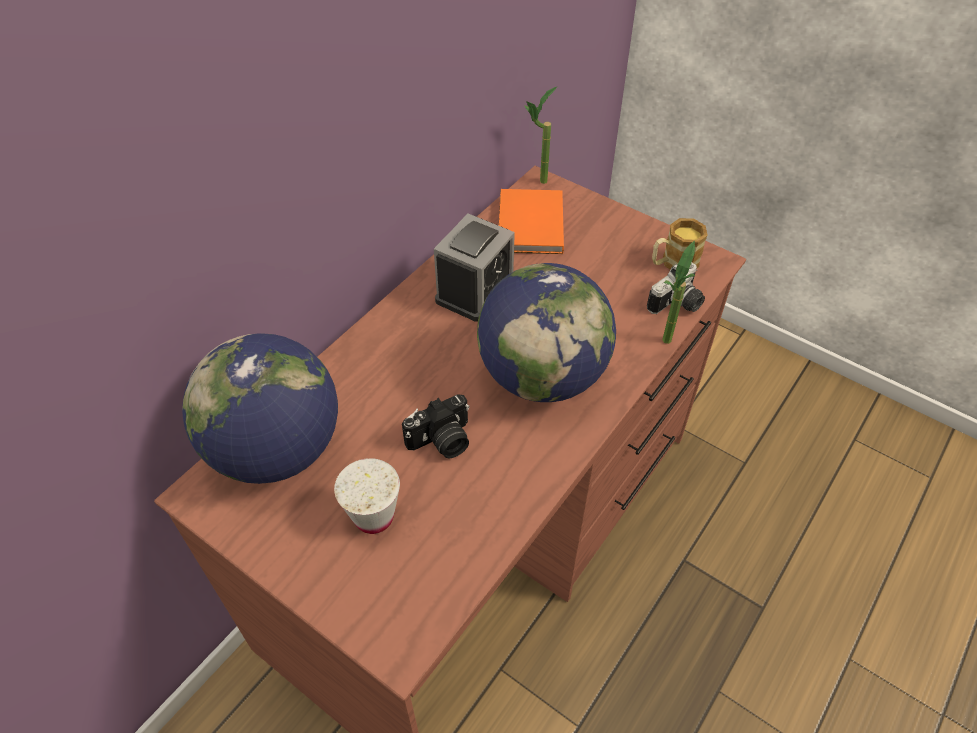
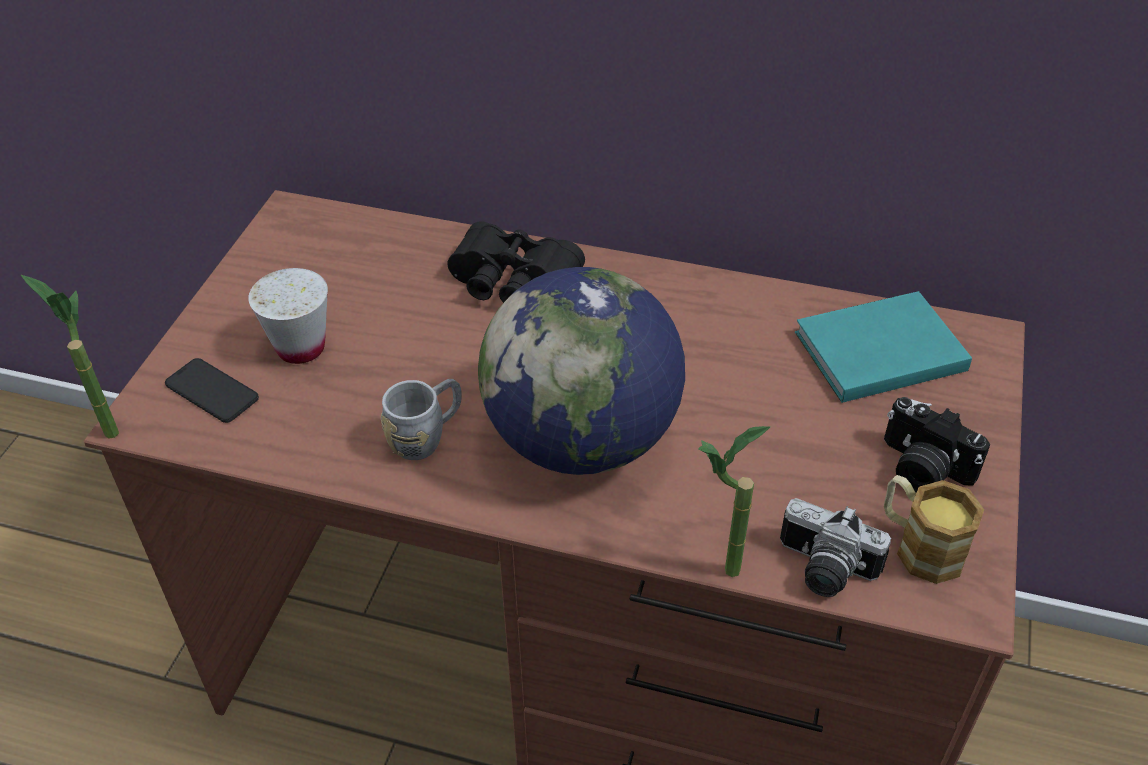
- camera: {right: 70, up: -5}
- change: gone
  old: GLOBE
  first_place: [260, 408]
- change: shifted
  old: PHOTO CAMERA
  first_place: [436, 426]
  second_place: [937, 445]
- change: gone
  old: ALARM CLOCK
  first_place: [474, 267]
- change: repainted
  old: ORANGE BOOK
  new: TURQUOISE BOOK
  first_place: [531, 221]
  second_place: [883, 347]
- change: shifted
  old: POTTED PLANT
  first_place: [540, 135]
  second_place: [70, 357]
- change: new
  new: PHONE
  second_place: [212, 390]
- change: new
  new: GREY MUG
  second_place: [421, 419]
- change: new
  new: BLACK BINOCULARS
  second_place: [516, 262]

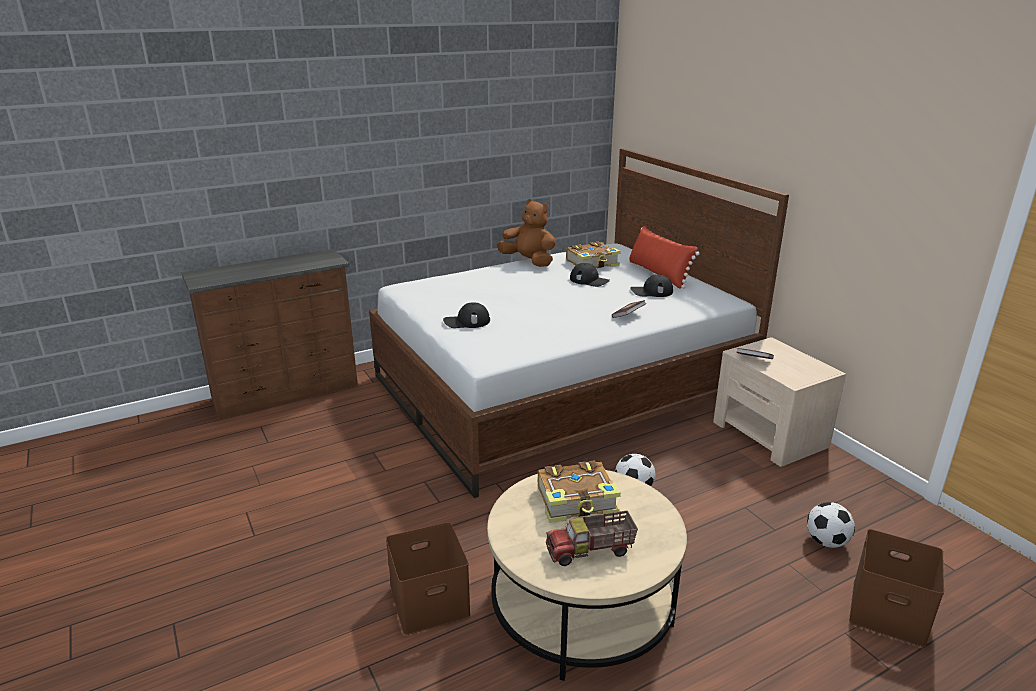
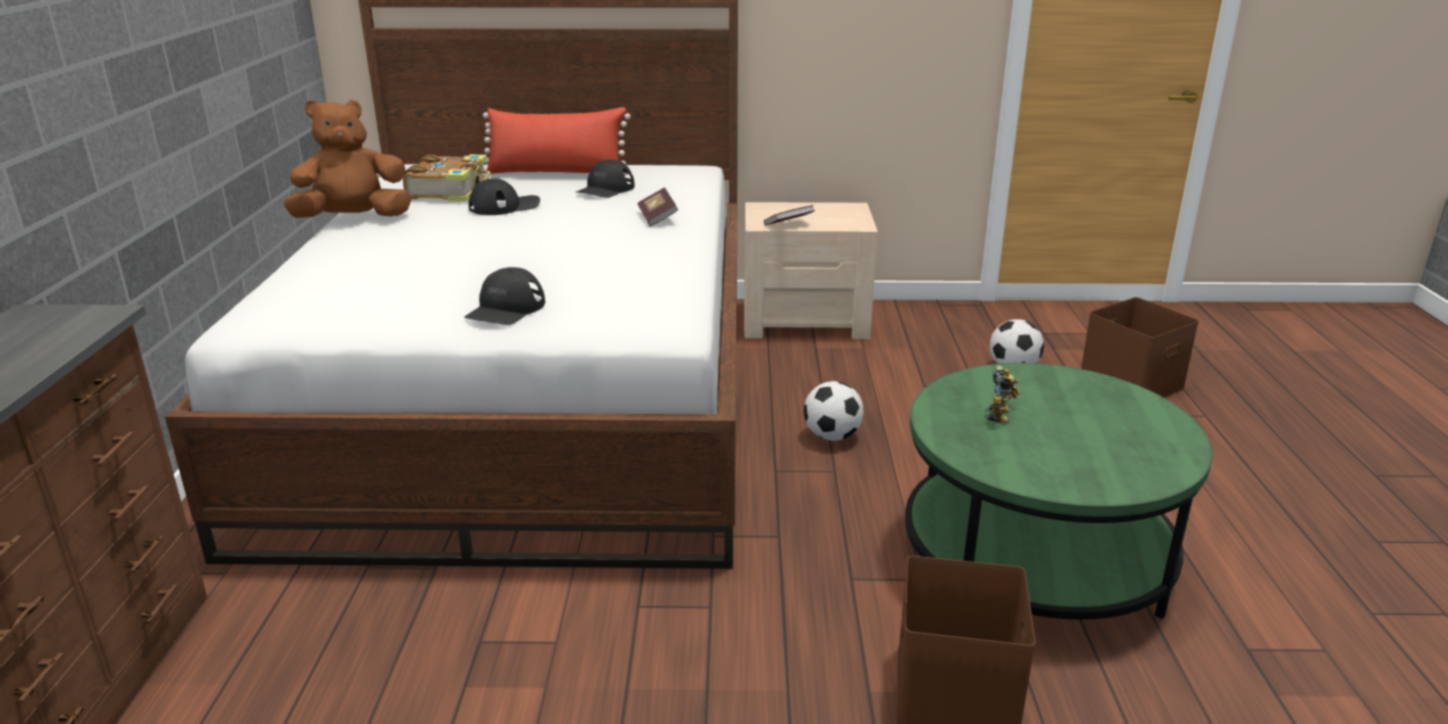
- camera: {right: -60, up: 0}
- change: repainted
  old: BEIGE COFFEE TABLE
  new: GREEN COFFEE TABLE
  first_place: [587, 575]
  second_place: [1059, 491]
- change: swapped
  old: BOOK
  new: TOY ROBOT
  first_place: [579, 492]
  second_place: [1003, 394]
- change: gone
  old: TOY TRUCK
  first_place: [592, 538]

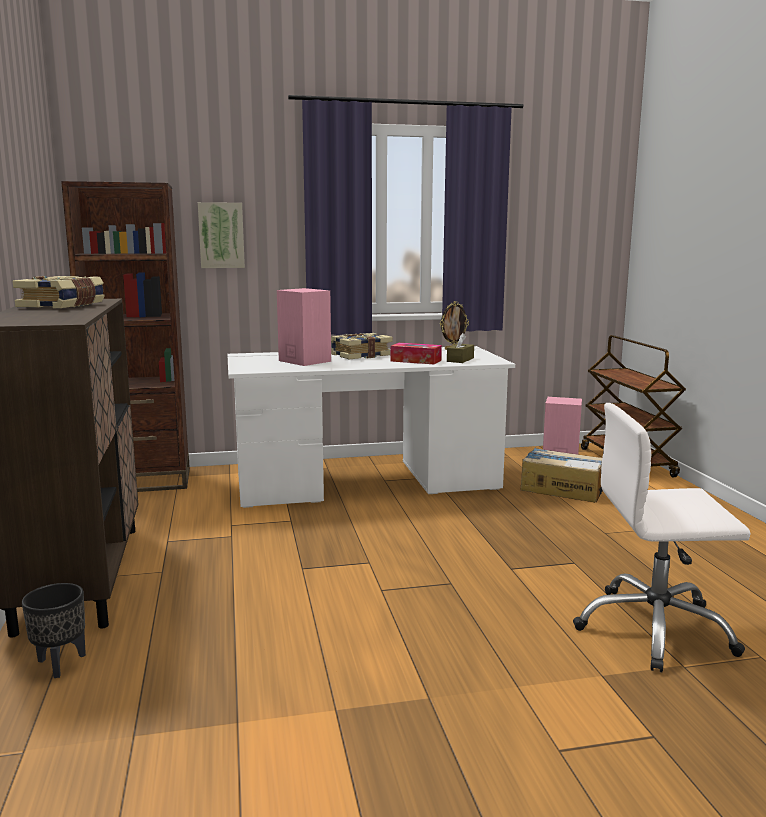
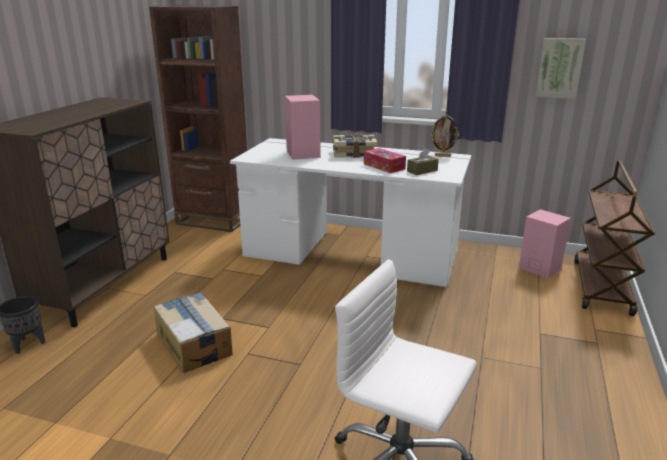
- camera: {right: 30, up: 10}
- change: gone
  old: BOOK
  first_place: [59, 292]
- change: shifted
  old: PICTURE
  first_place: [221, 235]
  second_place: [560, 68]
- change: shifted
  old: CARDBOARD BOX
  first_place: [562, 475]
  second_place: [193, 332]

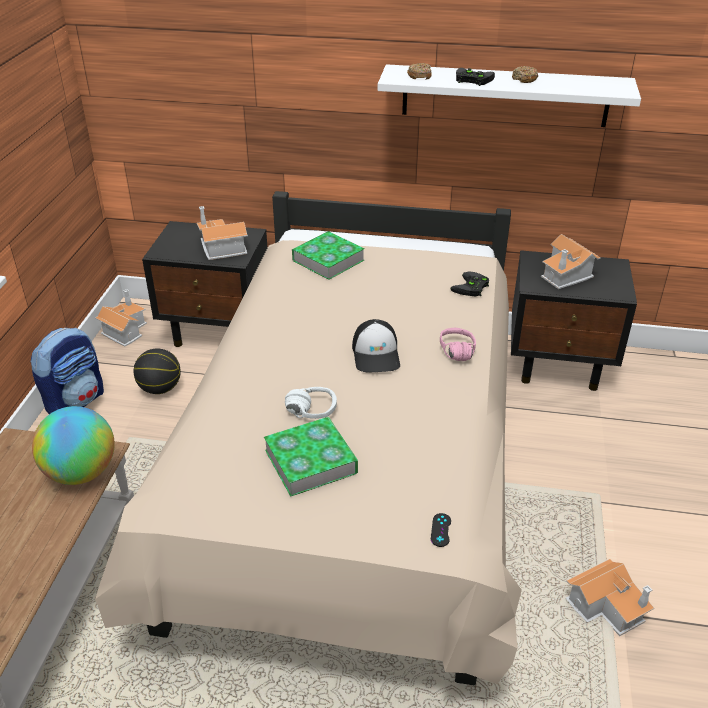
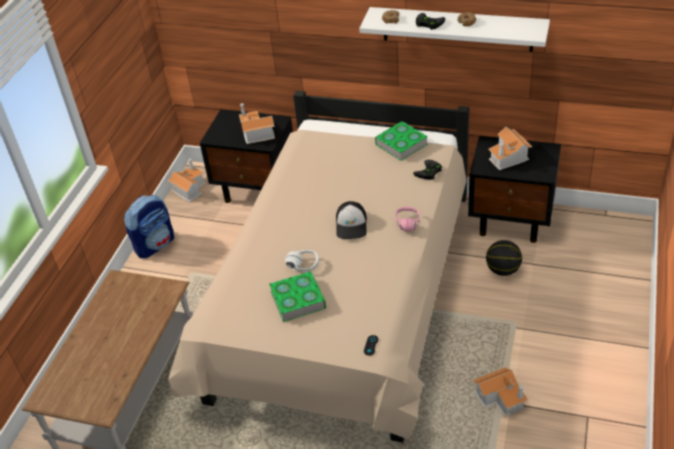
- camera: {right: 10, up: 5}
- change: gone
  old: GLOBE
  first_place: [73, 445]
- change: shifted
  old: BASKETBALL
  first_place: [157, 371]
  second_place: [504, 258]
- change: shifted
  old: BOOK
  first_place: [328, 255]
  second_place: [401, 141]

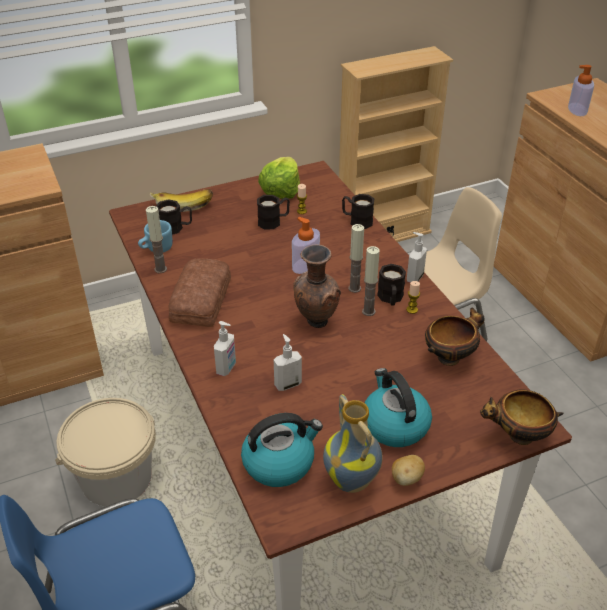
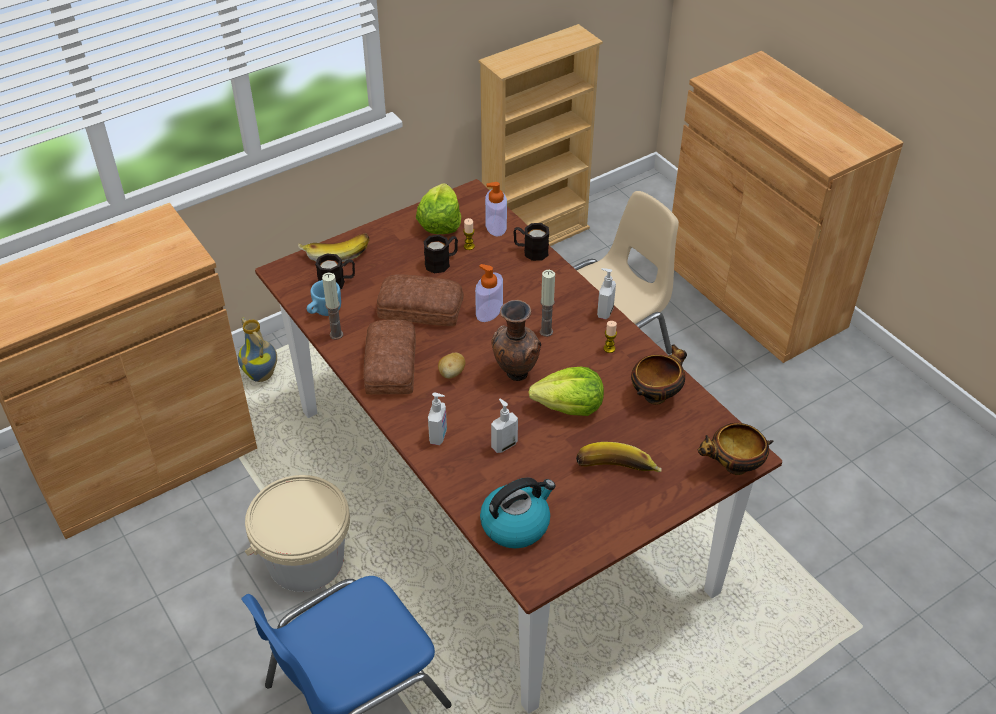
- camera: {right: -10, up: 5}
- change: shifted
  old: VASE
  first_place: [353, 443]
  second_place: [257, 349]
- change: gone
  old: CANDLE
  first_place: [371, 281]
- change: swapped
  old: KETTLE
  new: BANANA
  first_place: [398, 407]
  second_place: [619, 457]
- change: gone
  old: BLACK MUG
  first_place: [391, 285]
- change: shifted
  old: POTATO
  first_place: [408, 470]
  second_place: [451, 366]
- change: shifted
  old: SOAP DISPENSER
  first_place: [581, 90]
  second_place: [496, 209]
- change: new
  new: BREAD
  second_place: [420, 300]
- change: new
  new: LETTUCE
  second_place: [566, 391]

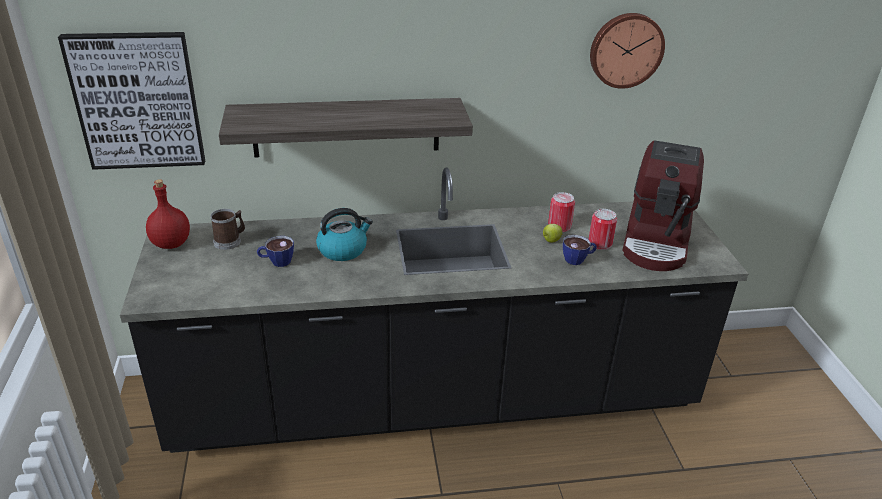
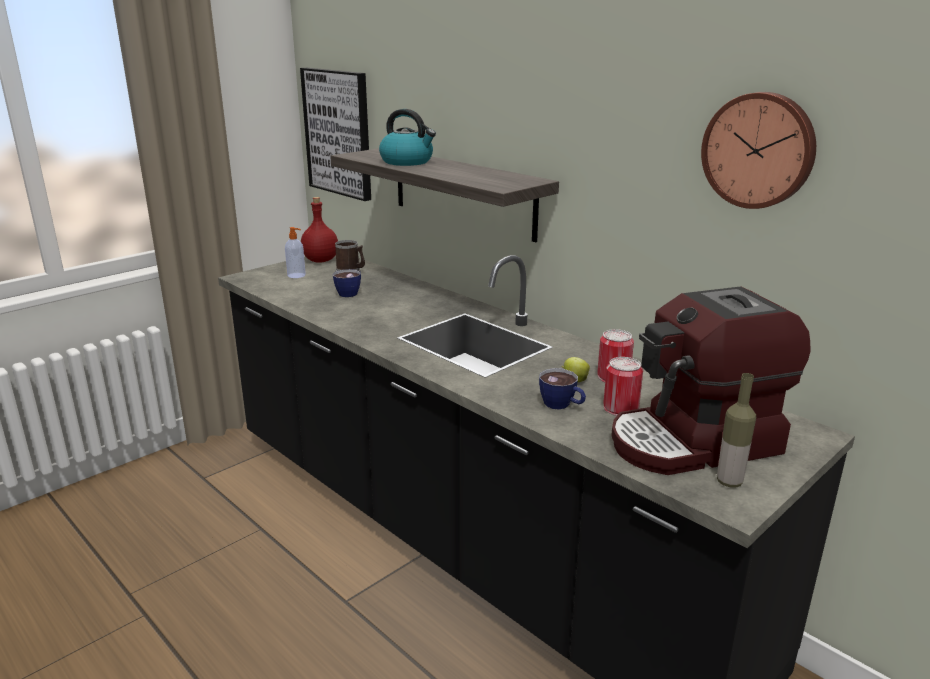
- camera: {right: 55, up: -10}
- change: shifted
  old: KETTLE
  first_place: [344, 234]
  second_place: [407, 137]
- change: new
  new: SOAP DISPENSER
  second_place: [295, 252]
- change: new
  new: BOTTLE
  second_place: [736, 430]

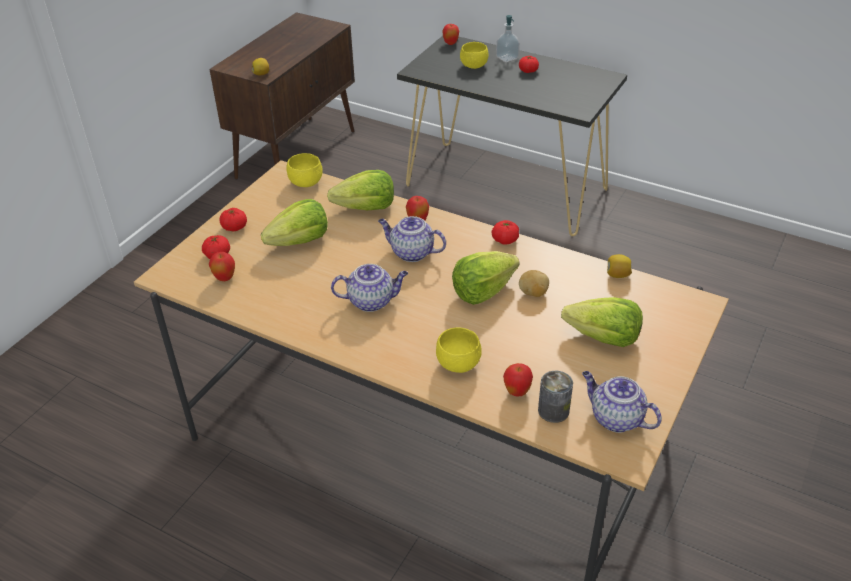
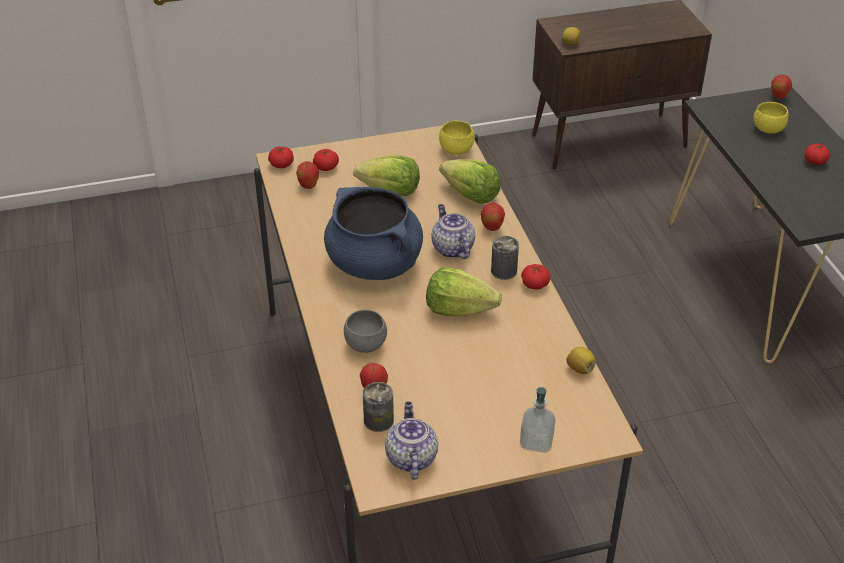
- camera: {right: 45, up: 0}
- change: shifted
  old: TOMATO
  first_place: [233, 220]
  second_place: [281, 157]
- change: swapped
  old: TEAPOT
  new: BLUE COOKING POT
  first_place: [369, 288]
  second_place: [373, 233]
- change: repainted
  old: YELLOW BOWL
  new: GREY BOWL
  first_place: [459, 350]
  second_place: [365, 331]
- change: shifted
  old: SOAP DISPENSER
  first_place: [508, 38]
  second_place: [538, 420]
- change: gone
  old: POTATO
  first_place: [534, 283]
- change: gone
  old: LETTUCE
  first_place: [602, 322]
- change: new
  new: CAN
  second_place: [505, 258]

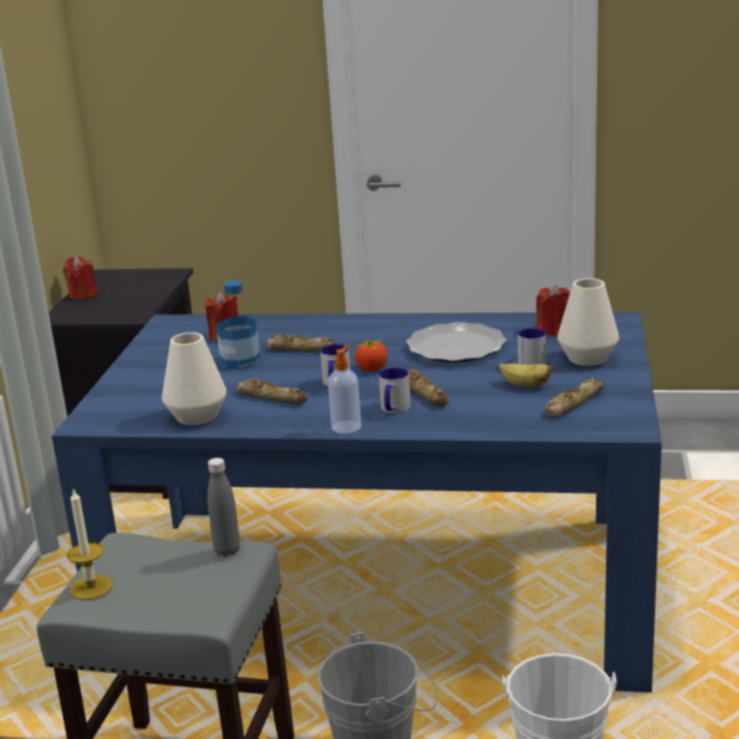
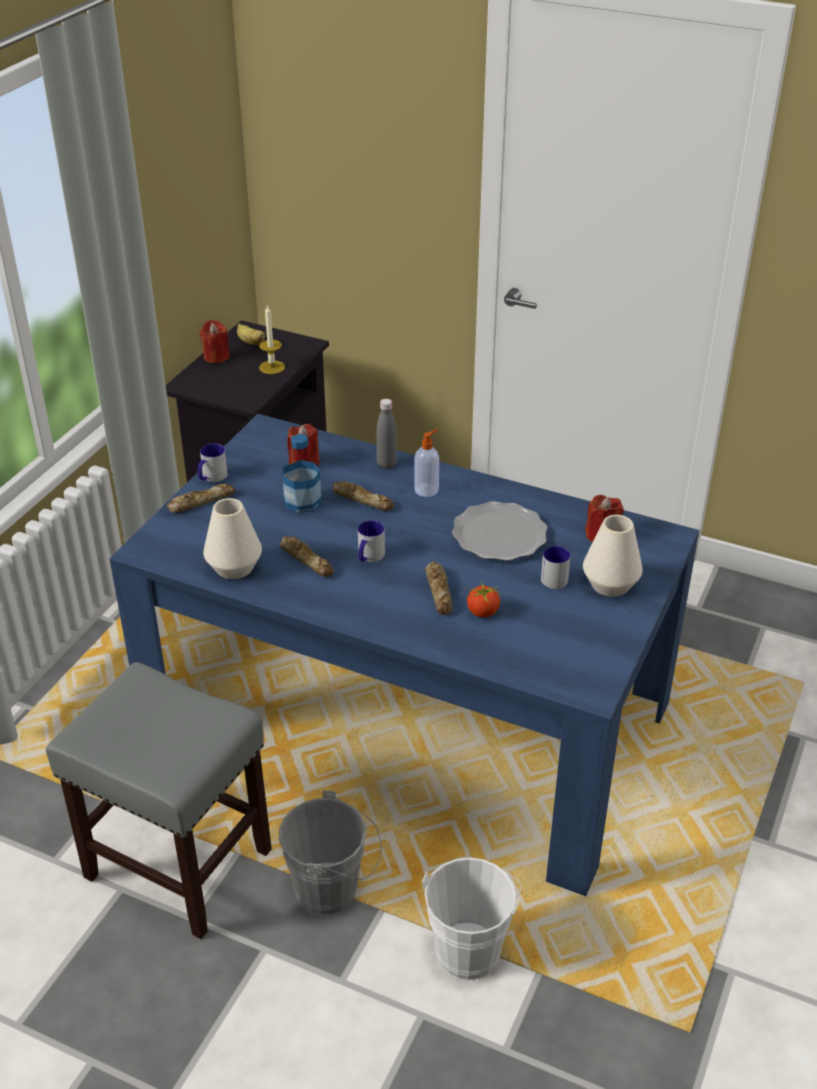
- camera: {right: 15, up: 15}
- change: shifted
  old: CANDLE
  first_place: [90, 544]
  second_place: [272, 339]
- change: shifted
  old: GREY BOTTLE
  first_place: [223, 507]
  second_place: [387, 434]
- change: shifted
  old: SOAP DISPENSER
  first_place: [344, 389]
  second_place: [426, 463]
- change: shifted
  old: TOMATO
  first_place: [369, 355]
  second_place: [483, 599]
- change: shifted
  old: MUG
  first_place: [395, 390]
  second_place: [213, 462]
- change: shifted
  old: BANANA
  first_place: [526, 375]
  second_place: [252, 334]
- change: shifted
  old: BREAD
  first_place: [574, 398]
  second_place: [201, 498]

